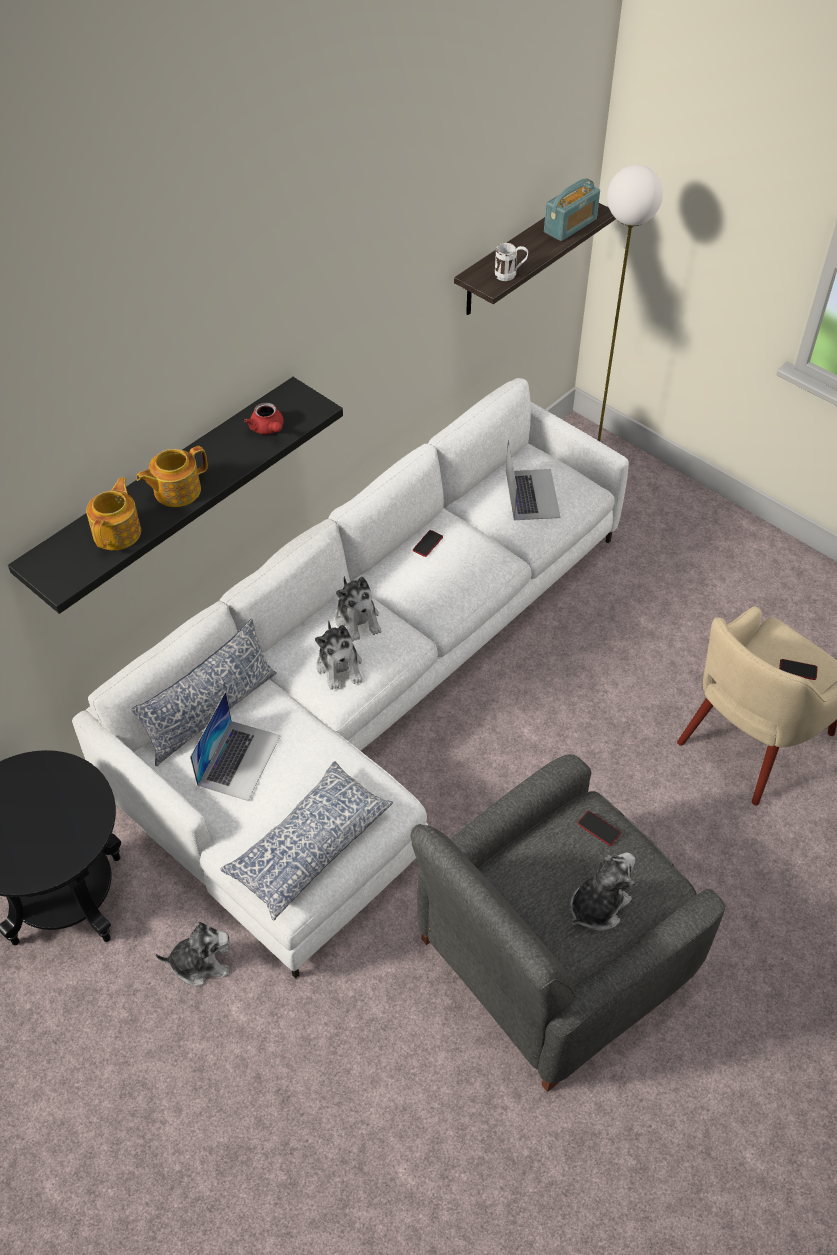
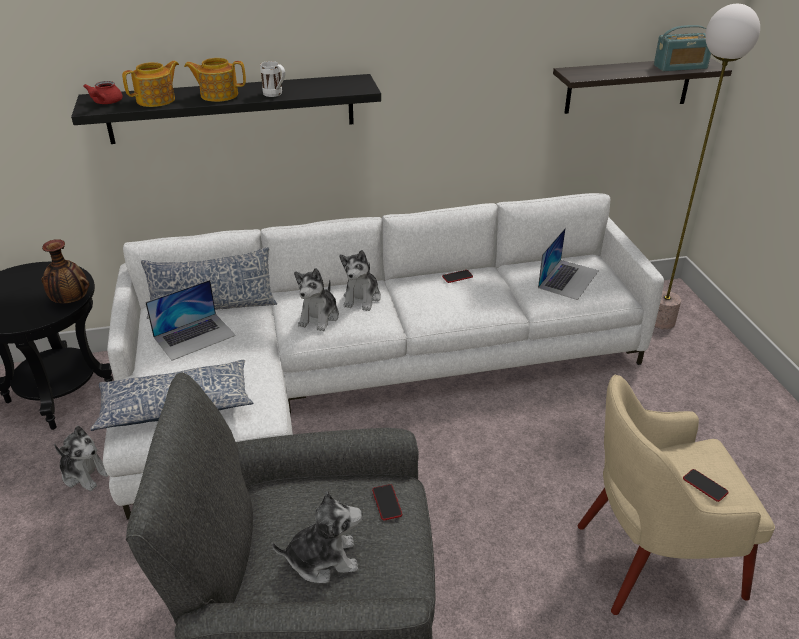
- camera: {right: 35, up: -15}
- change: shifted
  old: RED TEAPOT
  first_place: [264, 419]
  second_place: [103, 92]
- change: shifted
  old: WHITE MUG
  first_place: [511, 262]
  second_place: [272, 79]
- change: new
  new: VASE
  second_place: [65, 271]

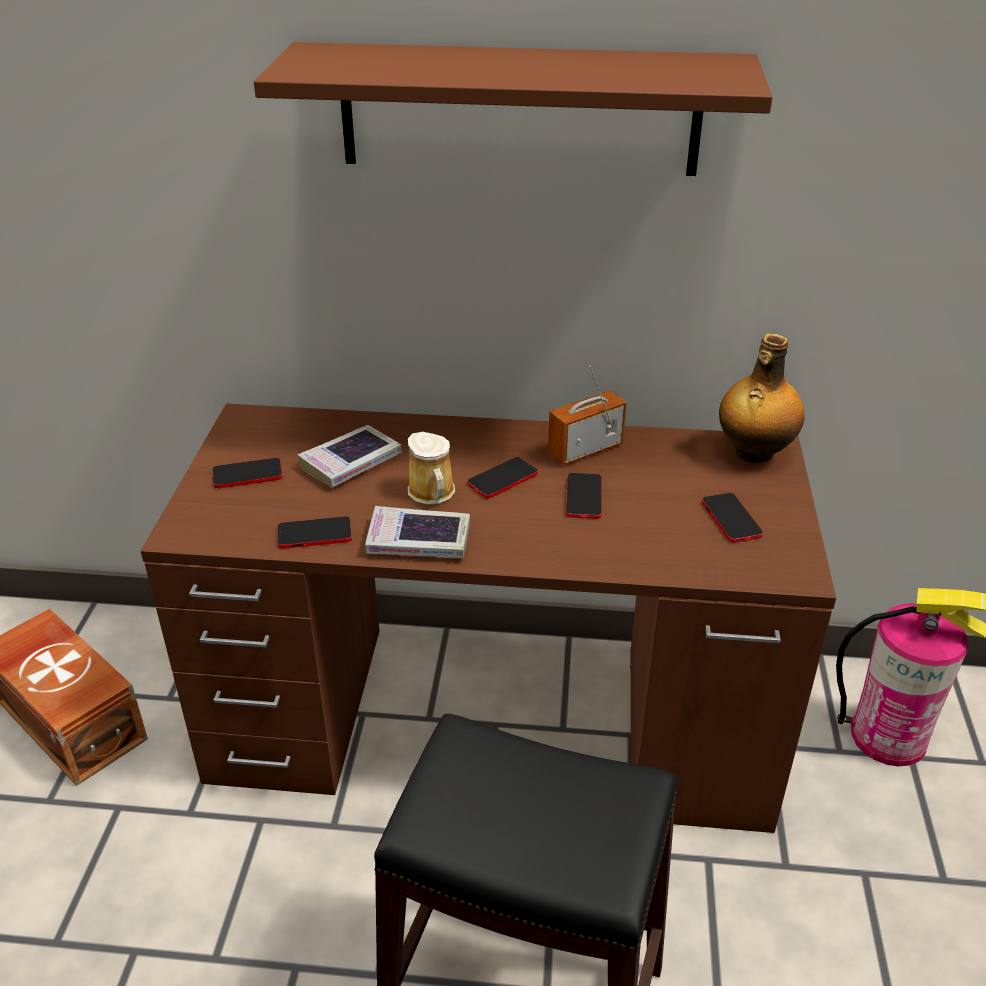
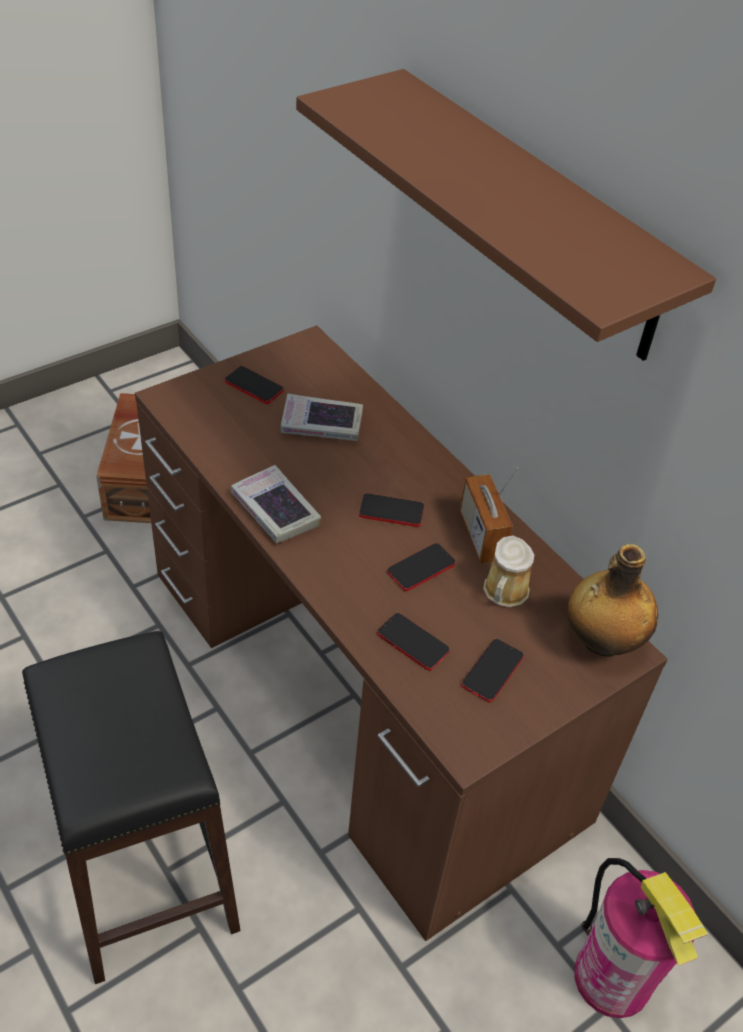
- camera: {right: 45, up: 10}
- change: shifted
  old: PHONE
  first_place: [315, 533]
  second_place: [413, 642]
- change: shifted
  old: MUG
  first_place: [431, 468]
  second_place: [508, 571]
- change: rotated
  old: RADIO
  first_place: [587, 416]
  second_place: [489, 515]
  degrees: -120

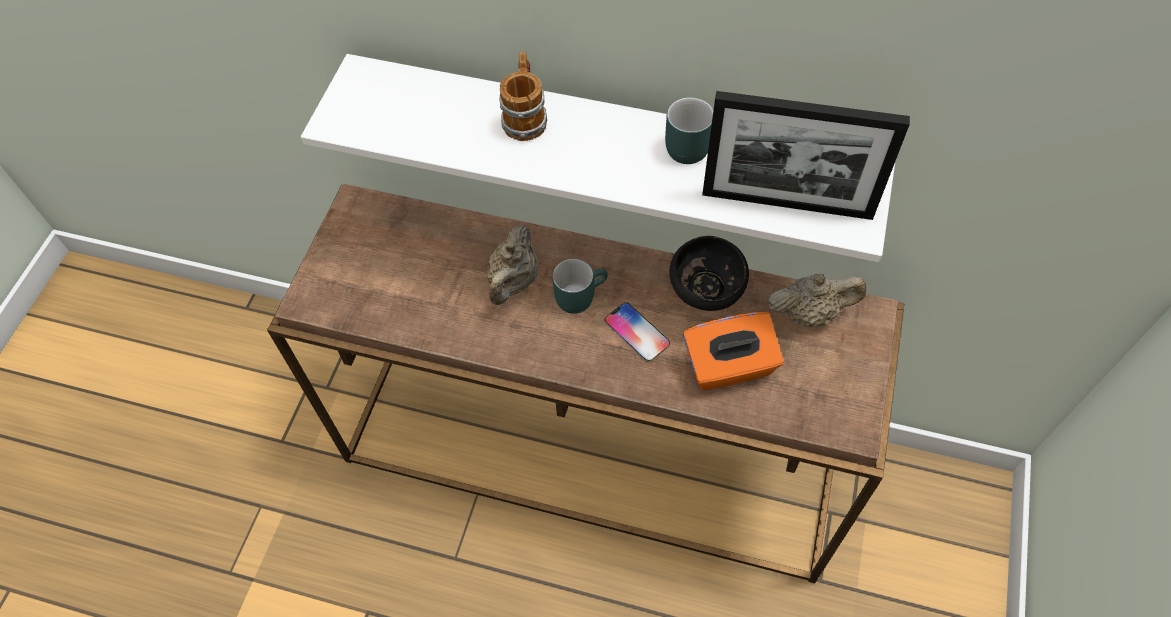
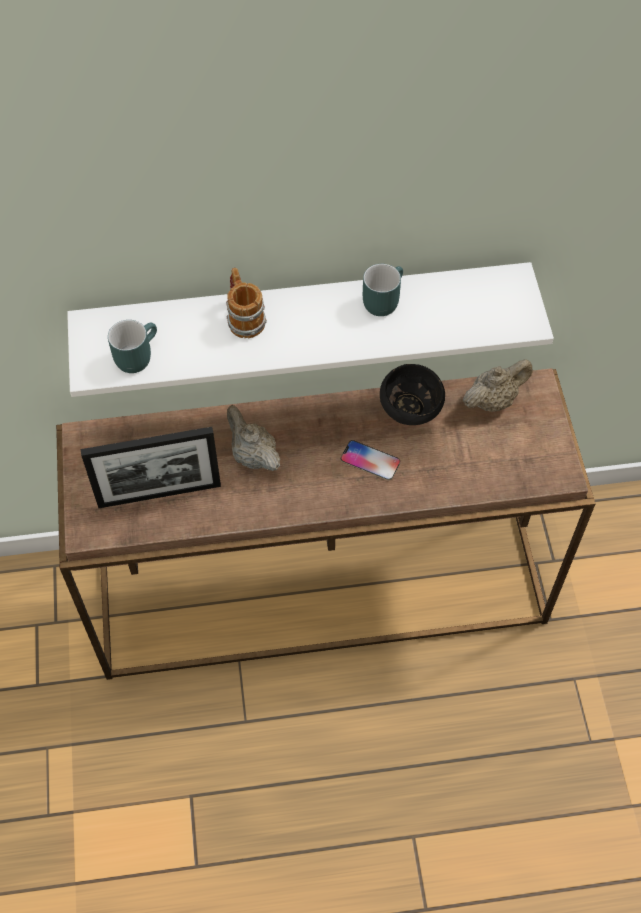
- camera: {right: -25, up: 0}
- change: rotated
  old: BEIGE TEAPOT
  first_place: [512, 265]
  second_place: [253, 438]
  degrees: 150
- change: shifted
  old: TURQUOISE MUG
  first_place: [580, 286]
  second_place: [132, 346]
- change: gone
  old: ORANGE TISSUE BOX
  first_place: [733, 351]
- change: shifted
  old: PICTURE FRAME
  first_place: [806, 155]
  second_place: [151, 467]

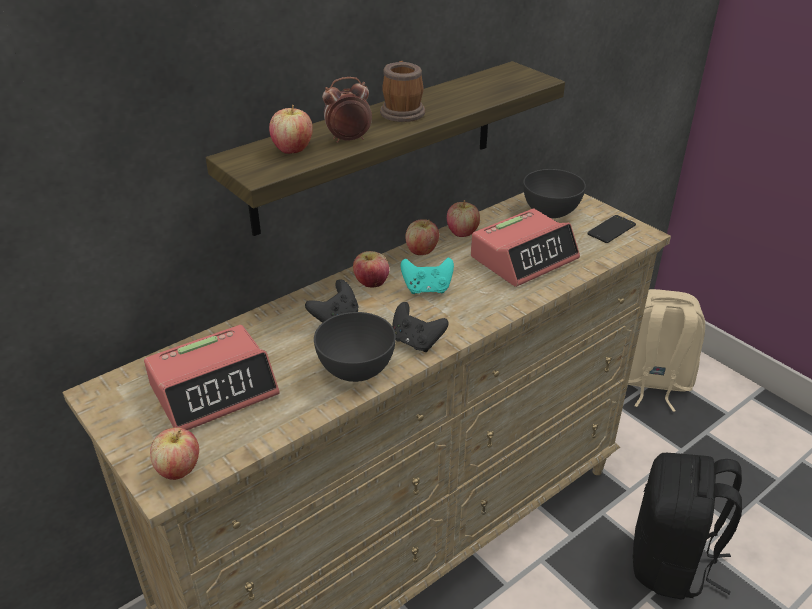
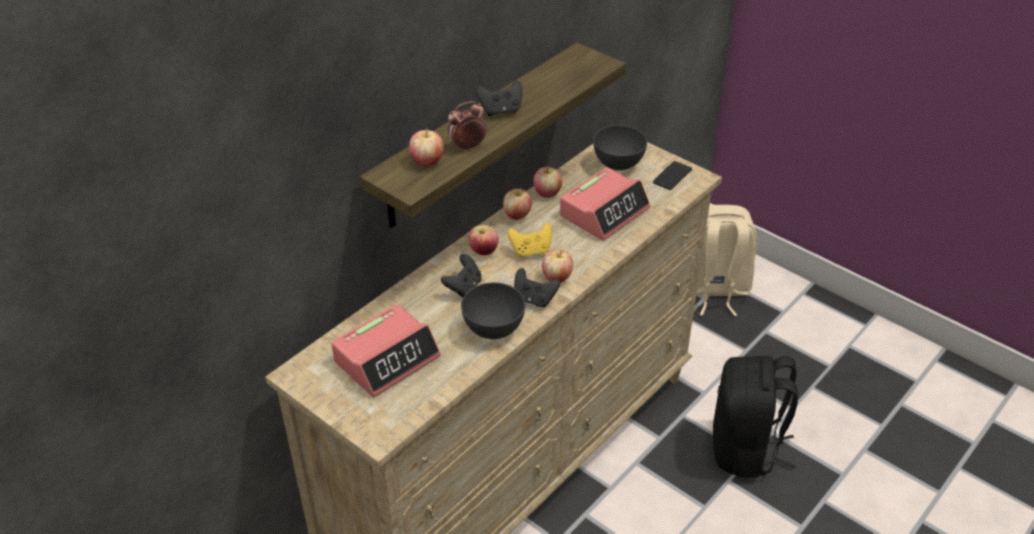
- camera: {right: -10, up: 5}
- change: shifted
  old: APPLE
  first_place: [174, 453]
  second_place: [557, 265]
- change: swapped
  old: MUG
  new: BLACK GAME CONTROLLER
  first_place: [402, 91]
  second_place: [499, 98]
- change: repainted
  old: TURQUOISE GAME CONTROLLER
  new: YELLOW GAME CONTROLLER
  first_place: [427, 275]
  second_place: [530, 240]

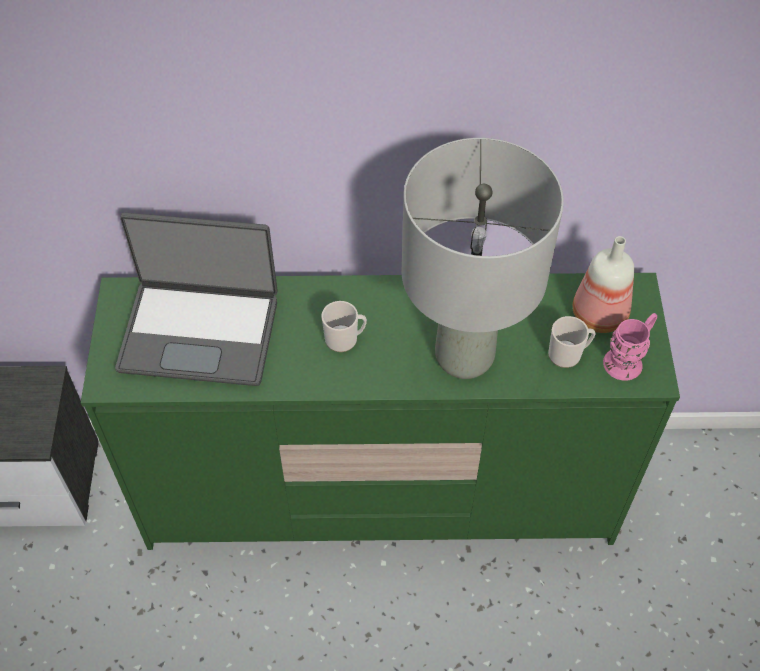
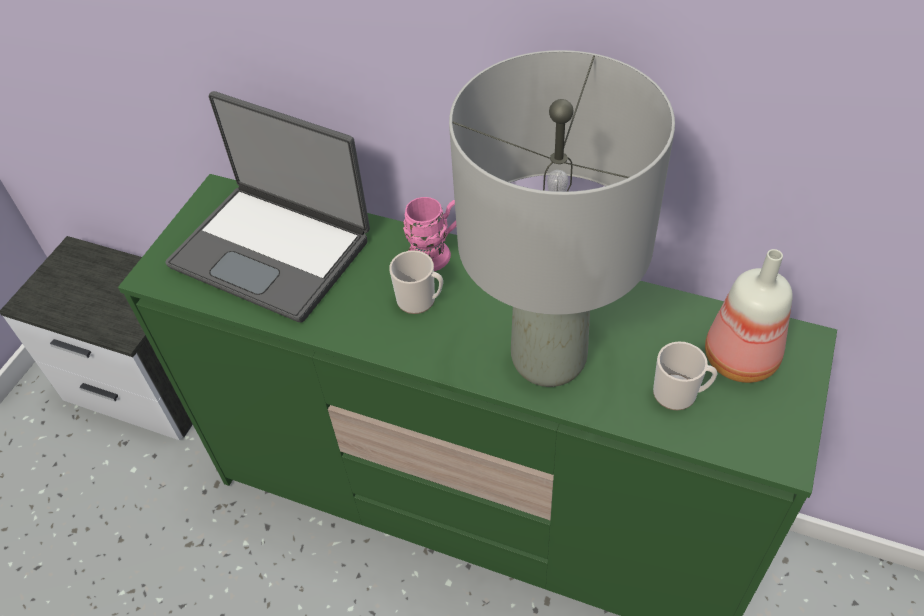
- camera: {right: 25, up: -5}
- change: shifted
  old: PINK MUG
  first_place: [630, 347]
  second_place: [429, 234]

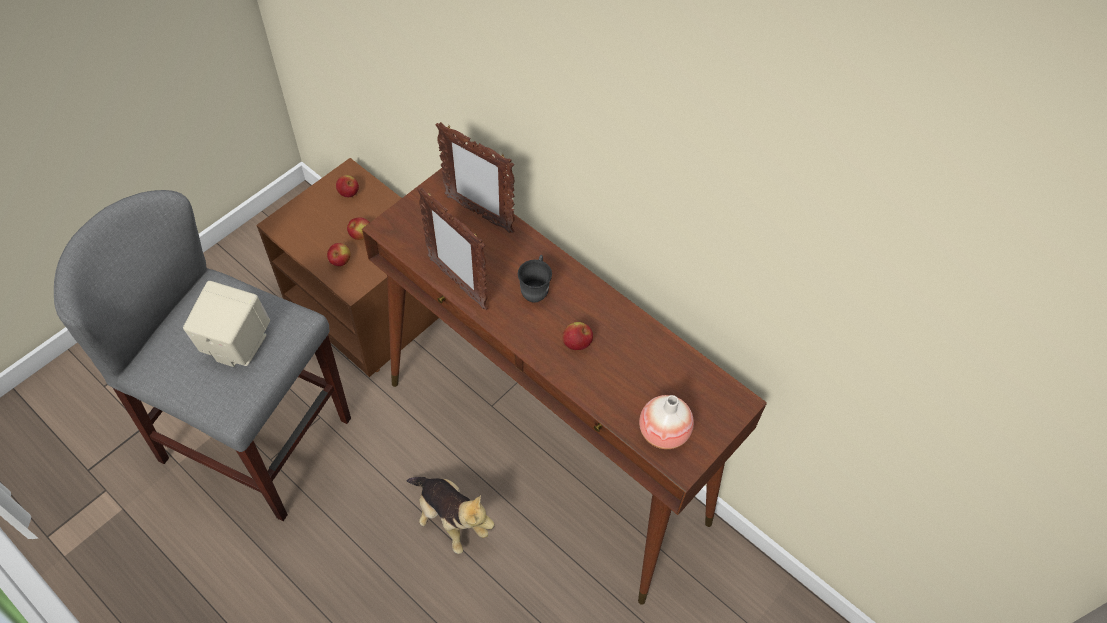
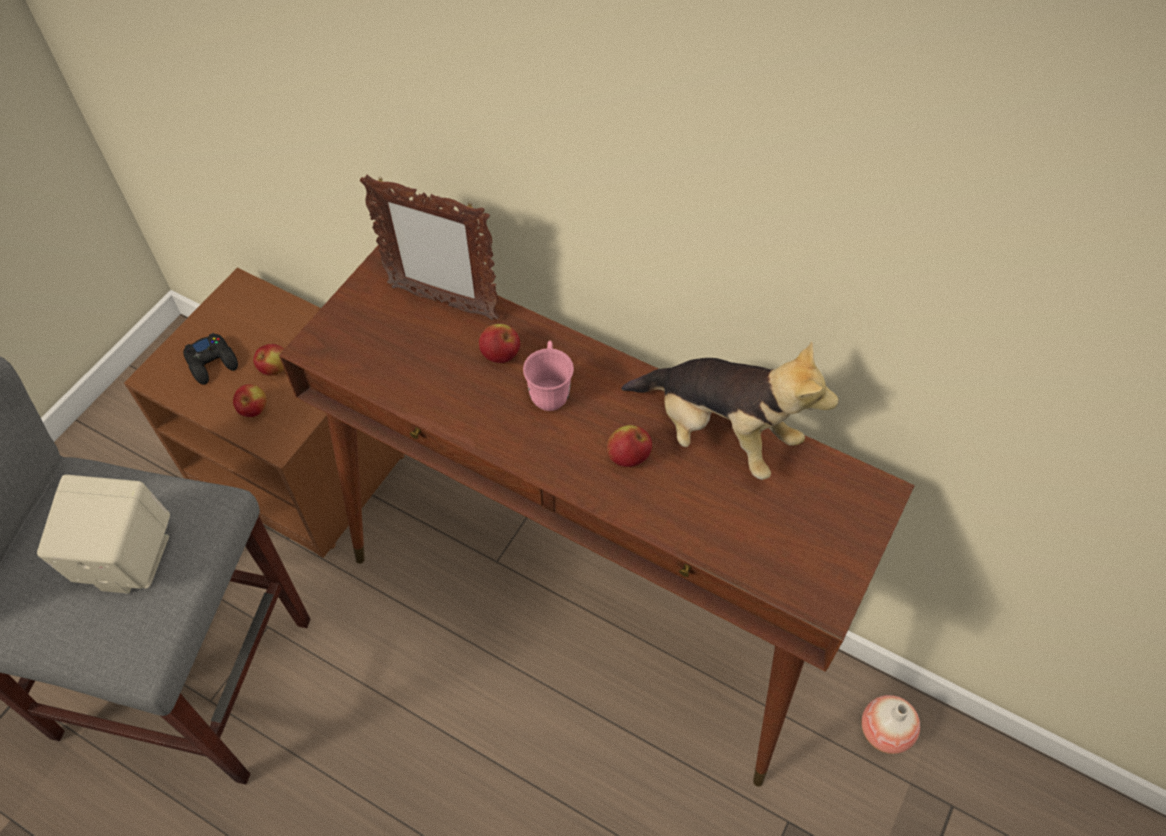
- camera: {right: -10, up: 0}
- change: shifted
  old: APPLE
  first_place: [347, 186]
  second_place: [499, 343]
- change: shifted
  old: PLUSH TOY
  first_place: [451, 515]
  second_place: [730, 411]
- change: gone
  old: PICTURE FRAME
  first_place: [452, 248]
- change: repainted
  old: GREY MUG
  new: PINK MUG
  first_place: [535, 279]
  second_place: [548, 376]
- change: shifted
  old: VASE
  first_place: [666, 422]
  second_place: [890, 724]
- change: new
  new: BLACK GAME CONTROLLER
  second_place: [210, 359]

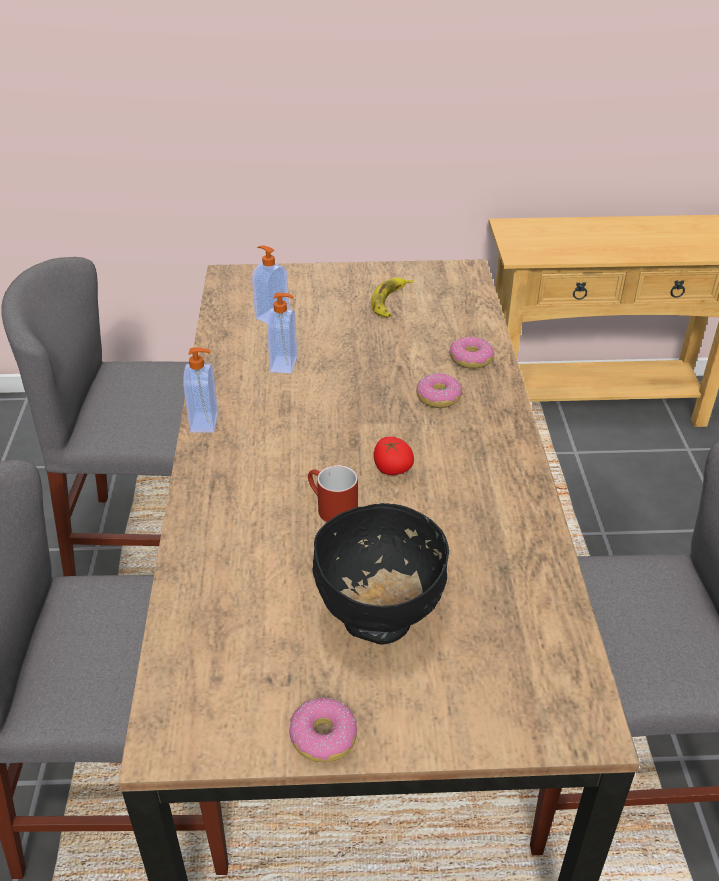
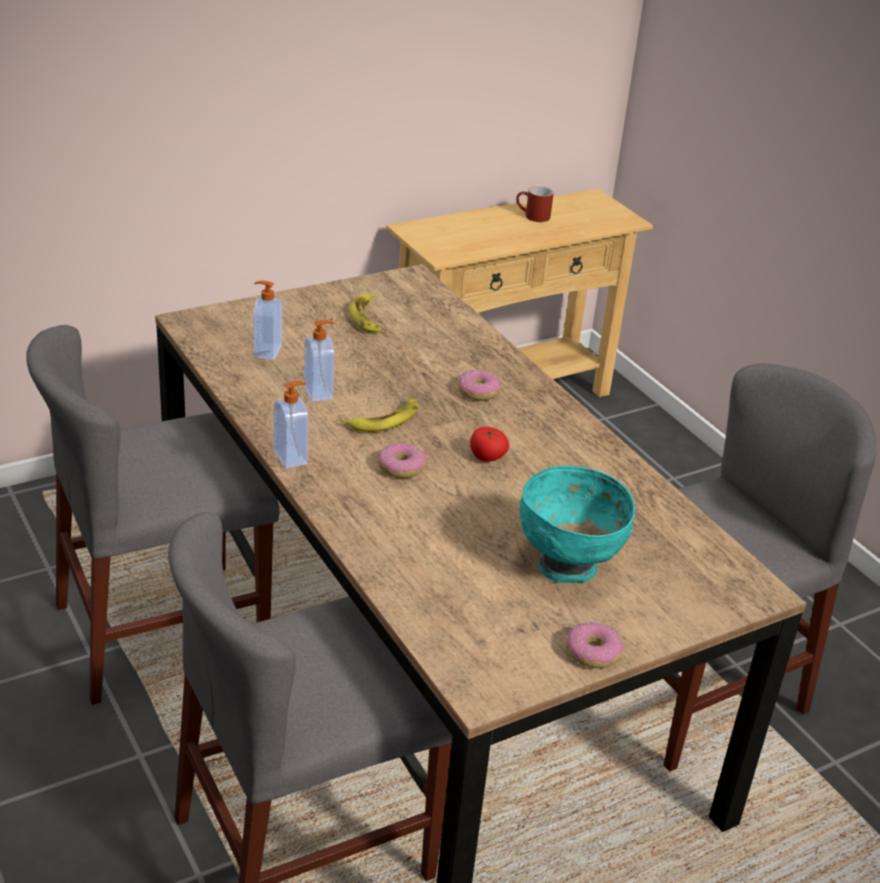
- camera: {right: -30, up: -5}
- change: shifted
  old: RED MUG
  first_place: [333, 493]
  second_place: [535, 204]
- change: repainted
  old: BLACK BOWL
  new: TURQUOISE BOWL
  first_place: [381, 574]
  second_place: [577, 524]
- change: shifted
  old: DONUT
  first_place: [472, 353]
  second_place: [402, 460]
- change: new
  new: BANANA
  second_place: [379, 414]

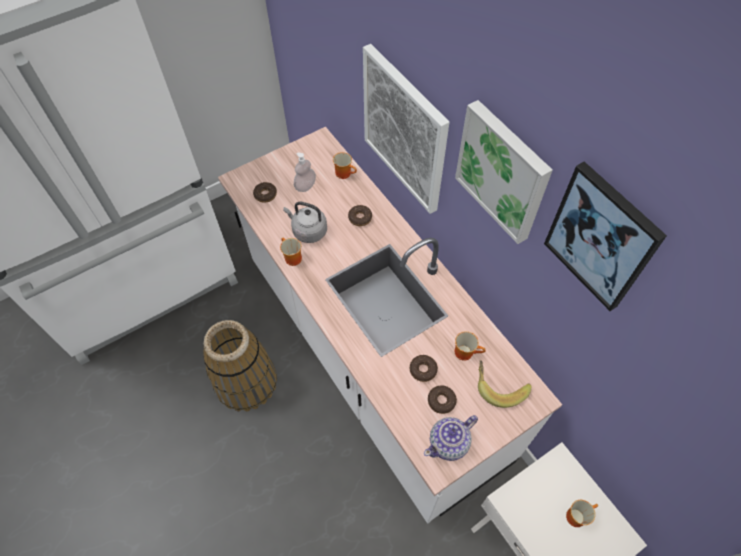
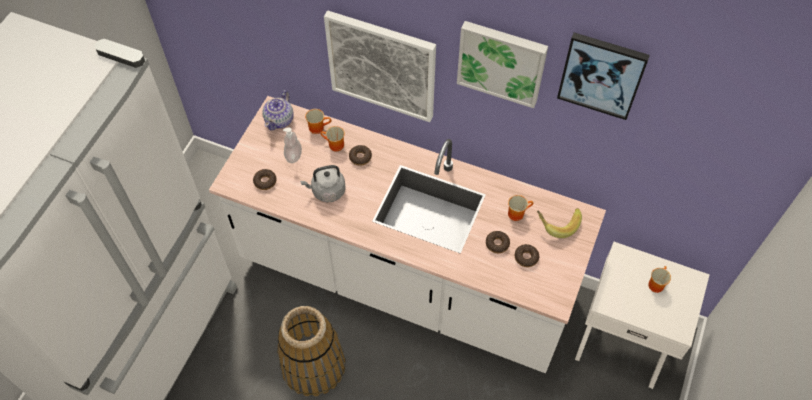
- camera: {right: -35, up: 0}
- change: shifted
  old: MUG
  first_place: [291, 252]
  second_place: [332, 139]
- change: shifted
  old: TEAPOT
  first_place: [451, 438]
  second_place: [278, 110]

